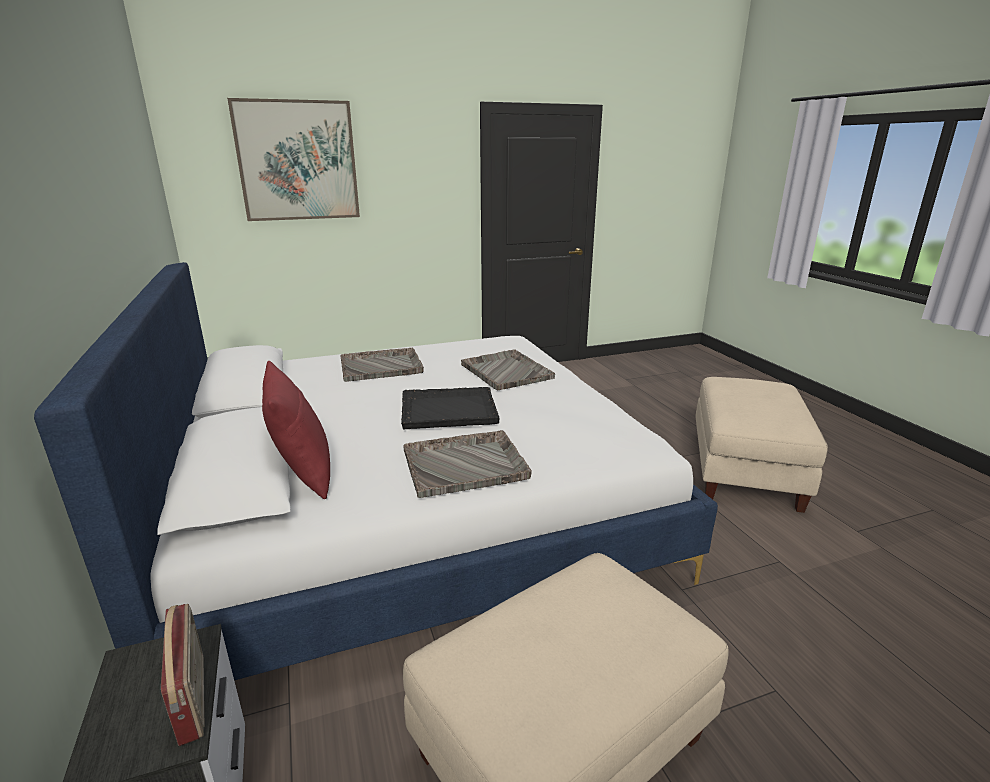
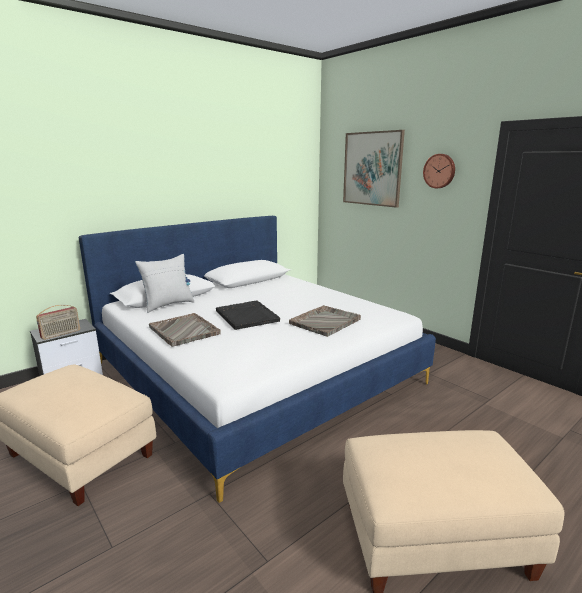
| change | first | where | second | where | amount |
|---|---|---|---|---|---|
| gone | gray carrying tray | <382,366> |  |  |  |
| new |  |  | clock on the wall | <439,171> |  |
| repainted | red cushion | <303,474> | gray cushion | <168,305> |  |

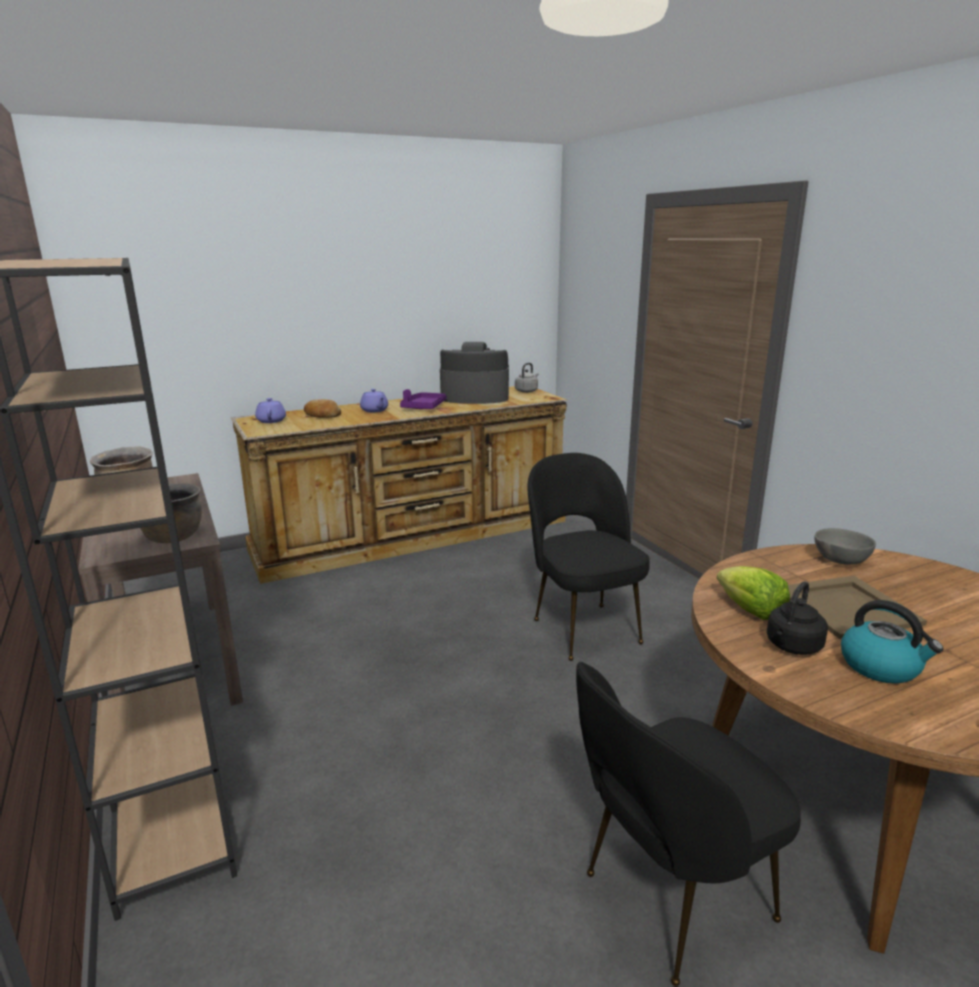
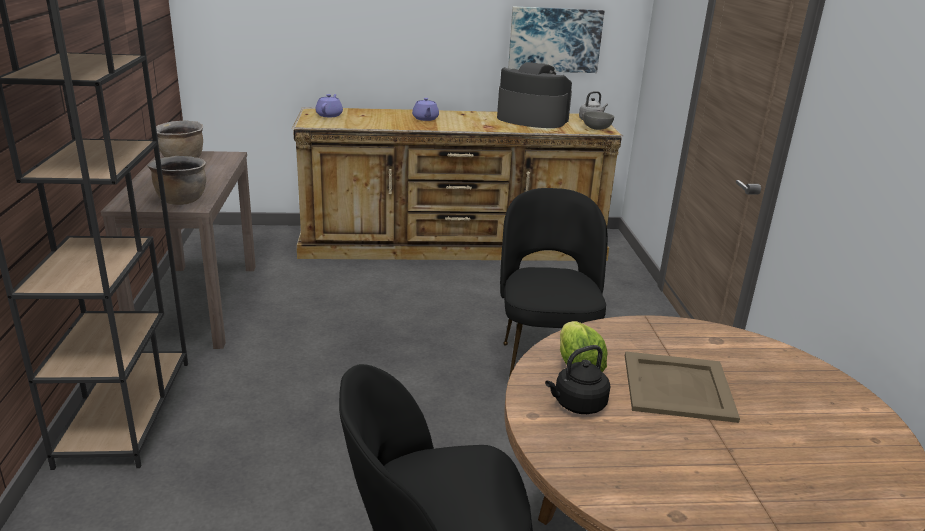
| change | first | where | second | where | amount |
|---|---|---|---|---|---|
| gone | baked bread | <322,415> |  |  |  |
| gone | purple carrying tray | <423,407> |  |  |  |
| gone | tea kettle | <881,666> |  |  |  |
| new |  |  | picture | <554,39> |  |
| shifted | gray deep dish | <838,561> |  | <595,129> |  |

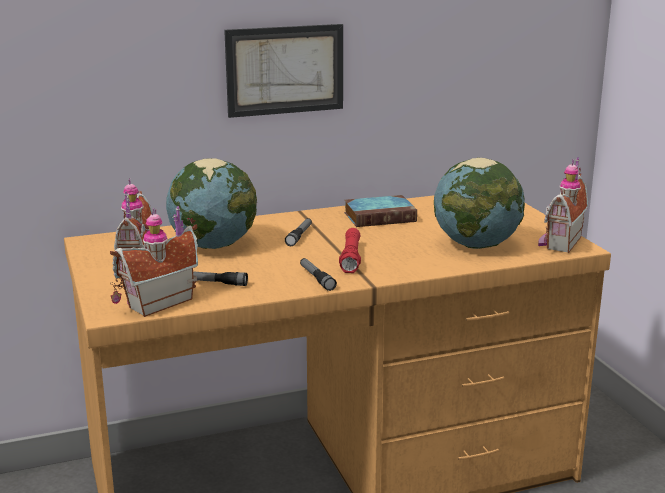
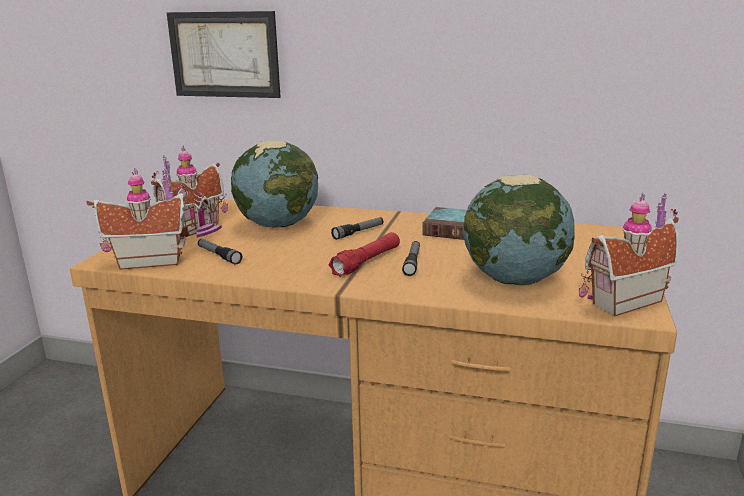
| change | first | where | second | where | amount |
|---|---|---|---|---|---|
| shifted | picture | <285,70> |  | <224,55> |  |
| shifted | hand torch | <316,278> |  | <412,262> |  |

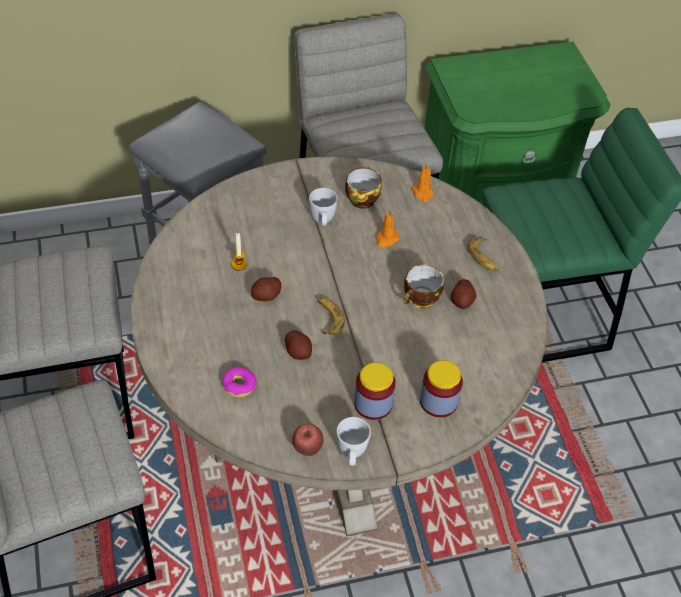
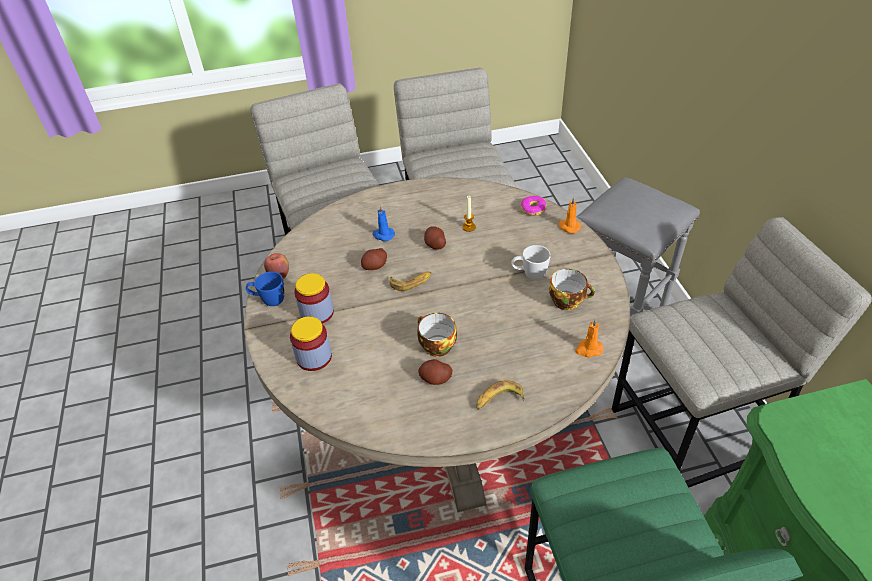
| change | first | where | second | where | amount |
|---|---|---|---|---|---|
| new |  |  | blue-coloured candle | <383,235> |  |
| shifted | ring doughnut | <239,385> |  | <533,209> |  |
| shifted | orange-coloured candle | <386,239> |  | <568,227> |  |
| repainted | white mug | <351,455> | blue-coloured mug | <269,301> |  |

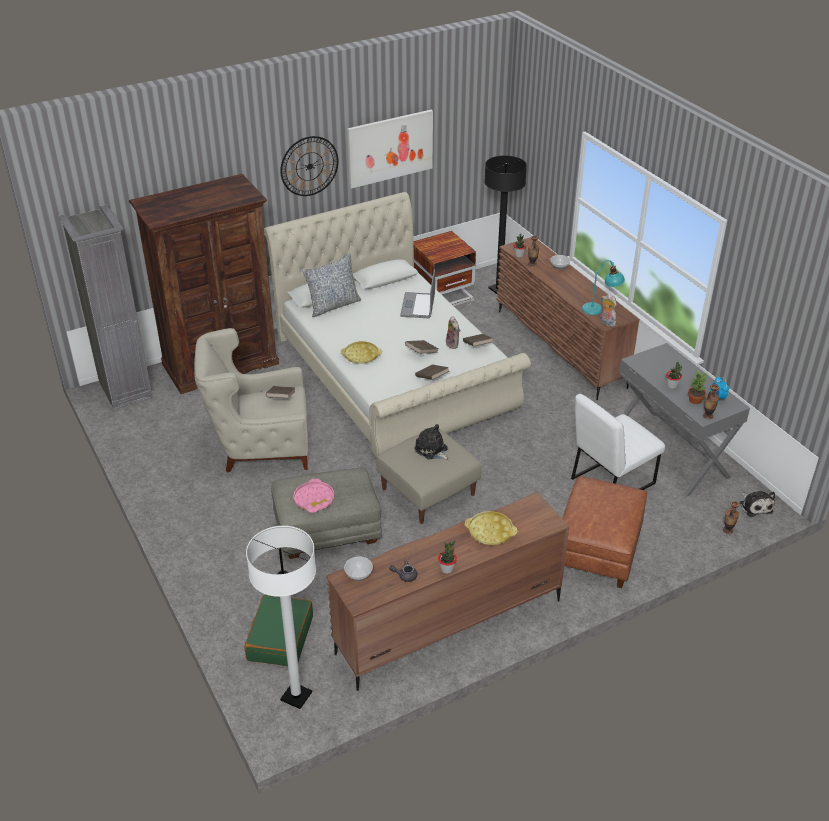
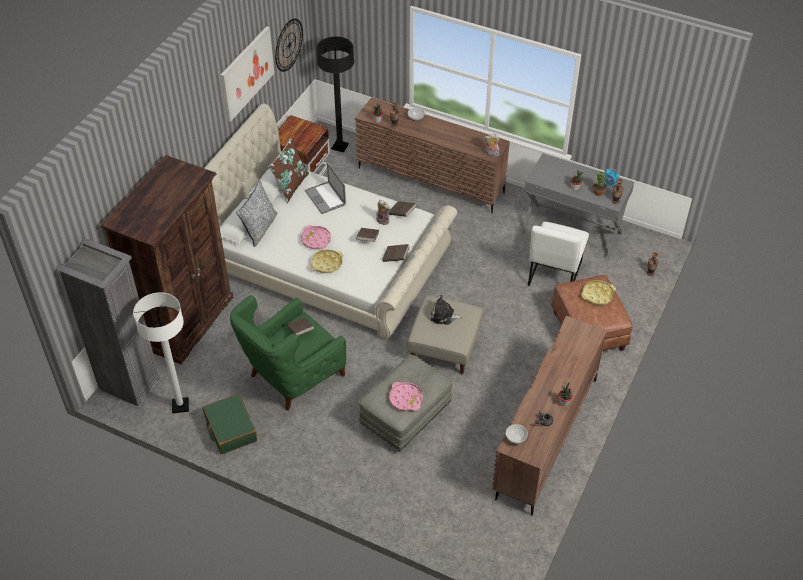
| change | first | where | second | where | amount |
|---|---|---|---|---|---|
| gone | blue-green table lamp | <600,307> |  |  |  |
| gone | plush toy | <755,506> |  |  |  |
| new |  |  | brown-coloured cushion | <290,186> |  |
| new |  |  | pinkish carrying tray | <316,239> |  |
| shifted | greenish travel case | <280,638> |  | <230,429> |  |
| shifted | white standing lamp | <296,696> |  | <180,406> |  |
| shifted | clock on the wall | <309,166> |  | <289,45> |  |
| shifted | yellowish carrying tray | <490,531> |  | <597,295> |  |
| repainted | sand-coloured easy chair | <260,448> | greenish easy chair | <292,377> |  |

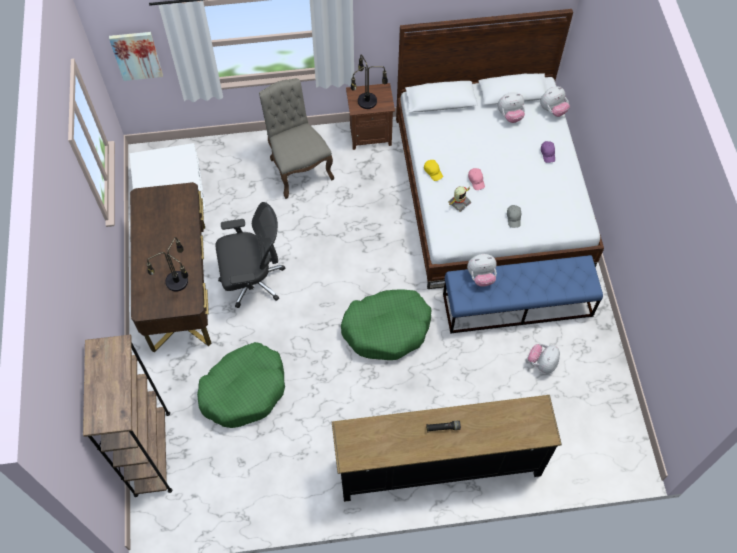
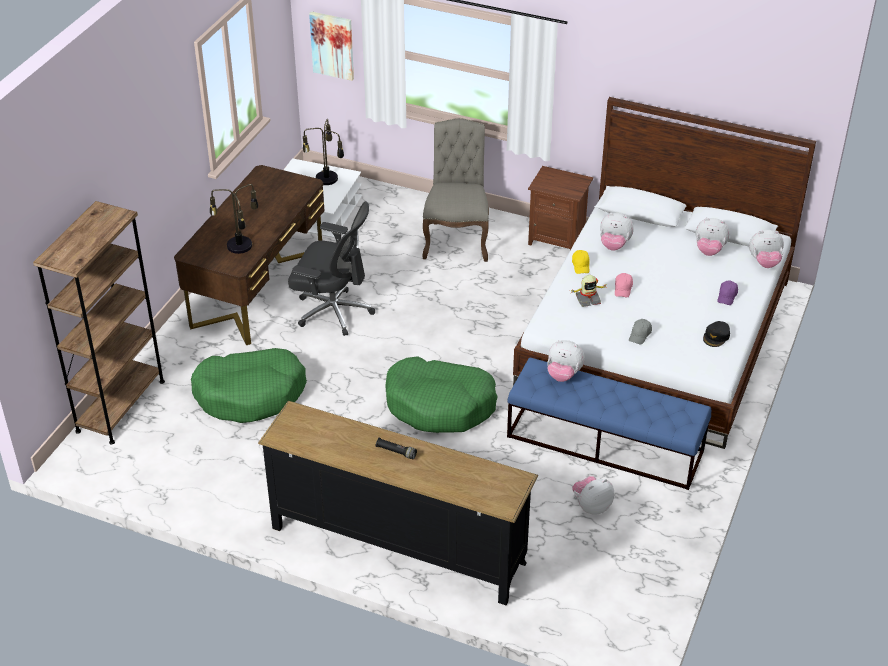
| change | first | where | second | where | amount |
|---|---|---|---|---|---|
| new |  |  | plush toy | <614,245> |  |
| new |  |  | black-coloured peaked cap | <716,336> |  |
| shifted | table lamp | <367,101> |  | <327,178> |  |

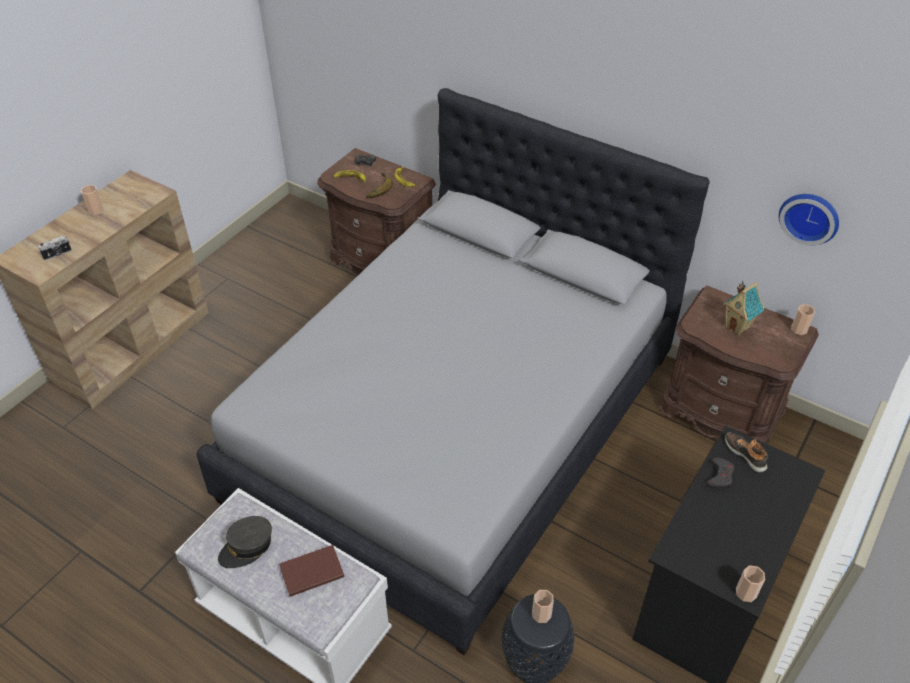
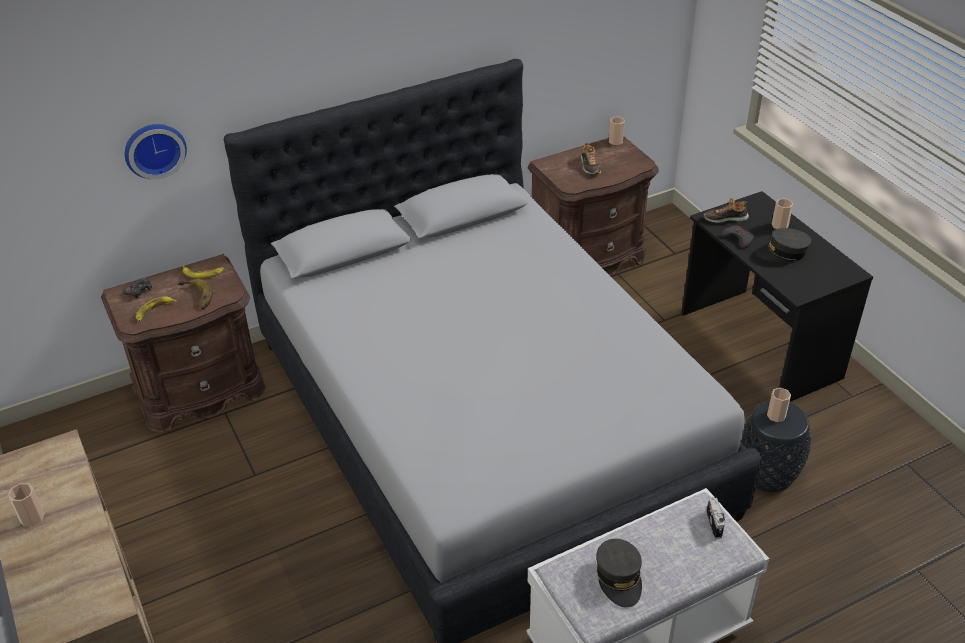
| change | first | where | second | where | amount |
|---|---|---|---|---|---|
| gone | brown-coloured book | <310,571> |  |  |  |
| new |  |  | gray peaked cap | <783,253> |  |
| shifted | still camera | <57,254> |  | <715,524> |  |
| shifted | small cup | <746,592> |  | <779,225> |  |
| shifted | clock on the wall | <810,216> |  | <154,149> |  |
| swapped | toy house | <738,326> | item of footwear | <589,166> |  |

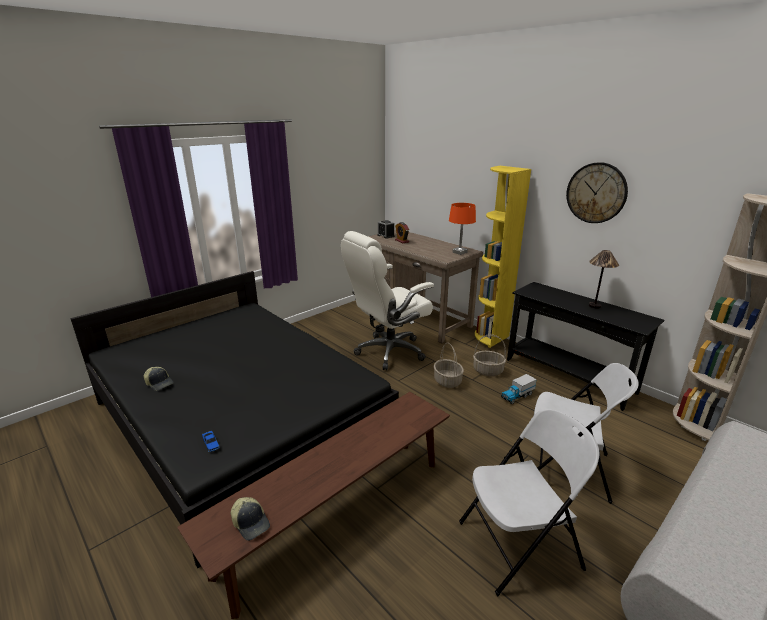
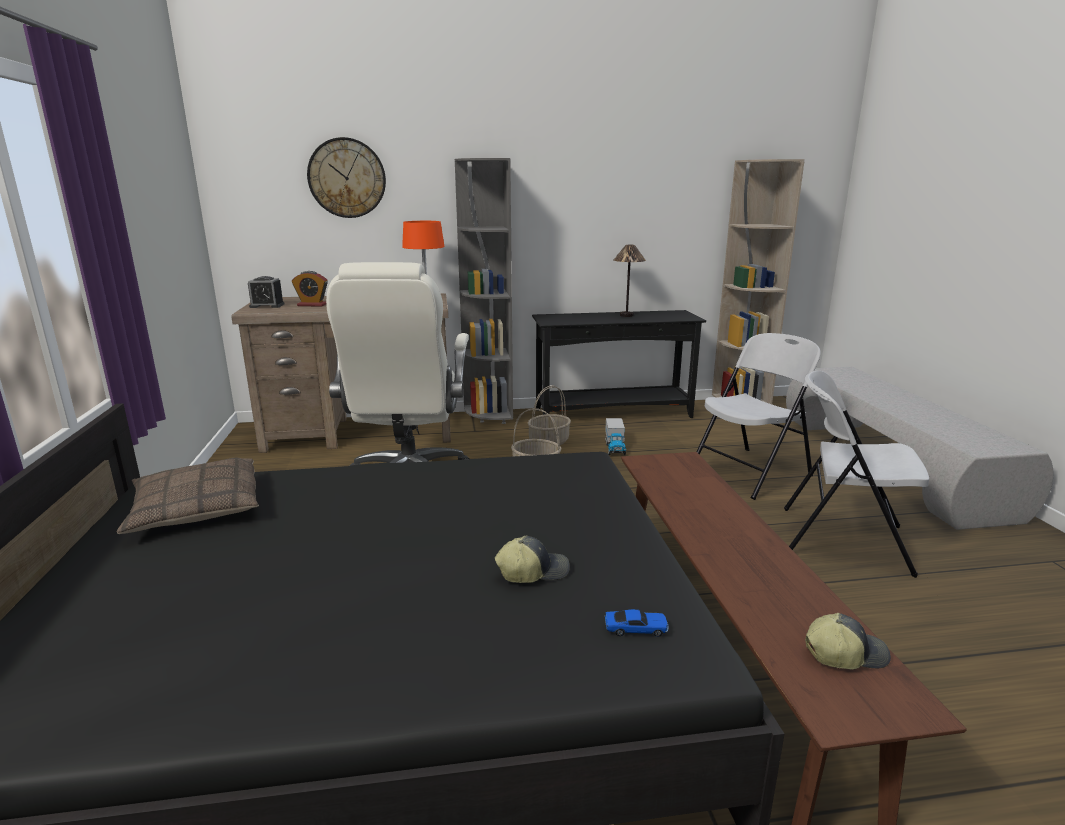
| change | first | where | second | where | amount |
|---|---|---|---|---|---|
| new |  |  | cushion | <196,508> |  |
| shifted | peaked cap | <159,383> |  | <532,571> |  |
| shifted | clock on the wall | <596,193> |  | <347,178> |  |
| repainted | yellowish shelving unit | <488,340> | gray shelving unit | <489,418> |  |
| rotated | white chair | <519,545> |  | <844,539> | 90 degrees counterclockwise |

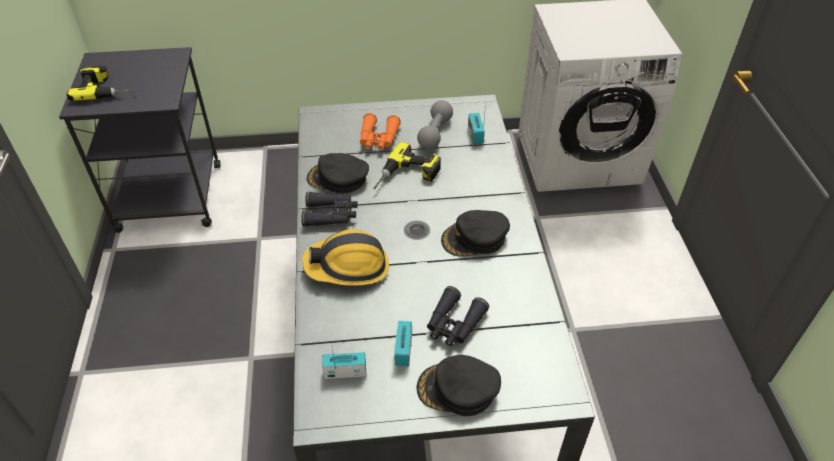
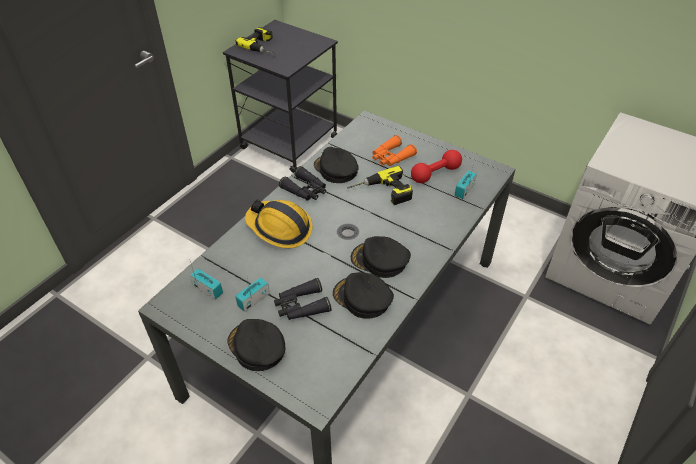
| change | first | where | second | where | amount |
|---|---|---|---|---|---|
| new |  |  | black-coloured peaked cap | <362,298> |  |
| repainted | gray hand weight | <435,133> | red hand weight | <435,174> |  |

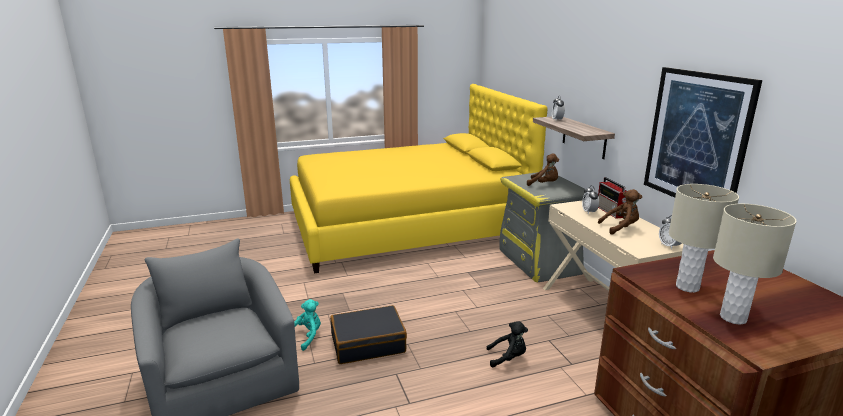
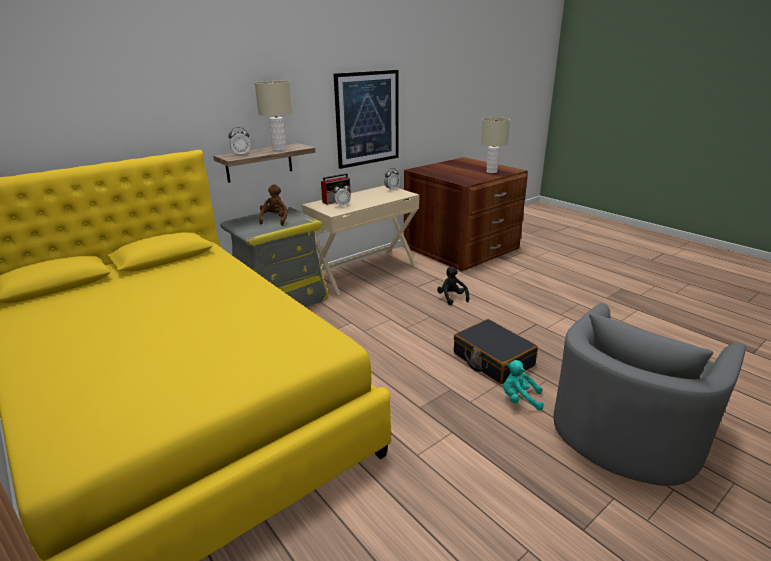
| change | first | where | second | where | amount |
|---|---|---|---|---|---|
| gone | brown-coloured plush toy | <620,228> |  |  |  |
| shifted | sand-coloured table lamp | <687,287> |  | <279,149> |  |

